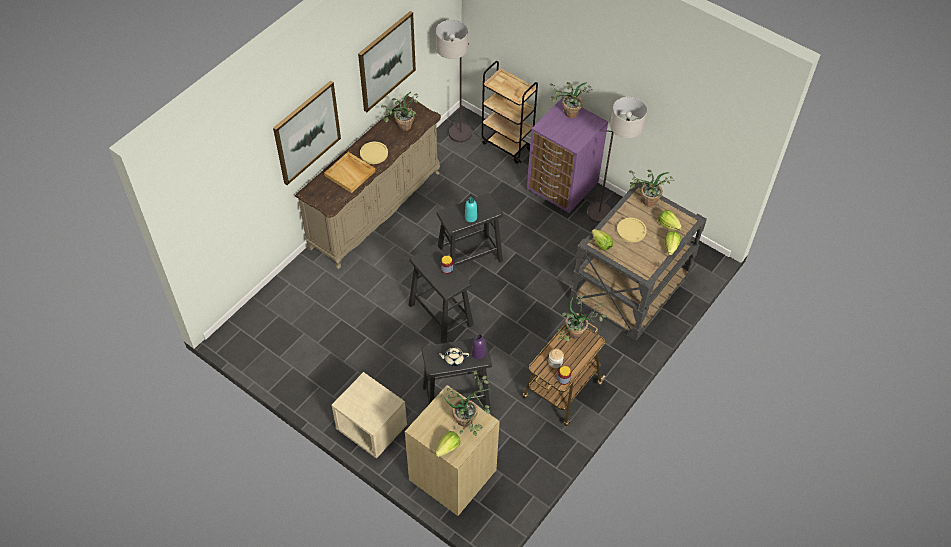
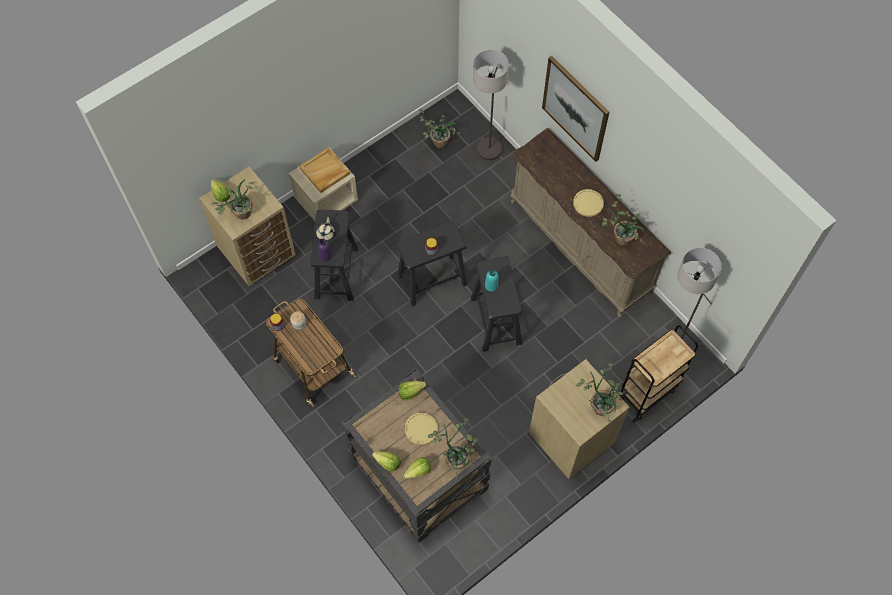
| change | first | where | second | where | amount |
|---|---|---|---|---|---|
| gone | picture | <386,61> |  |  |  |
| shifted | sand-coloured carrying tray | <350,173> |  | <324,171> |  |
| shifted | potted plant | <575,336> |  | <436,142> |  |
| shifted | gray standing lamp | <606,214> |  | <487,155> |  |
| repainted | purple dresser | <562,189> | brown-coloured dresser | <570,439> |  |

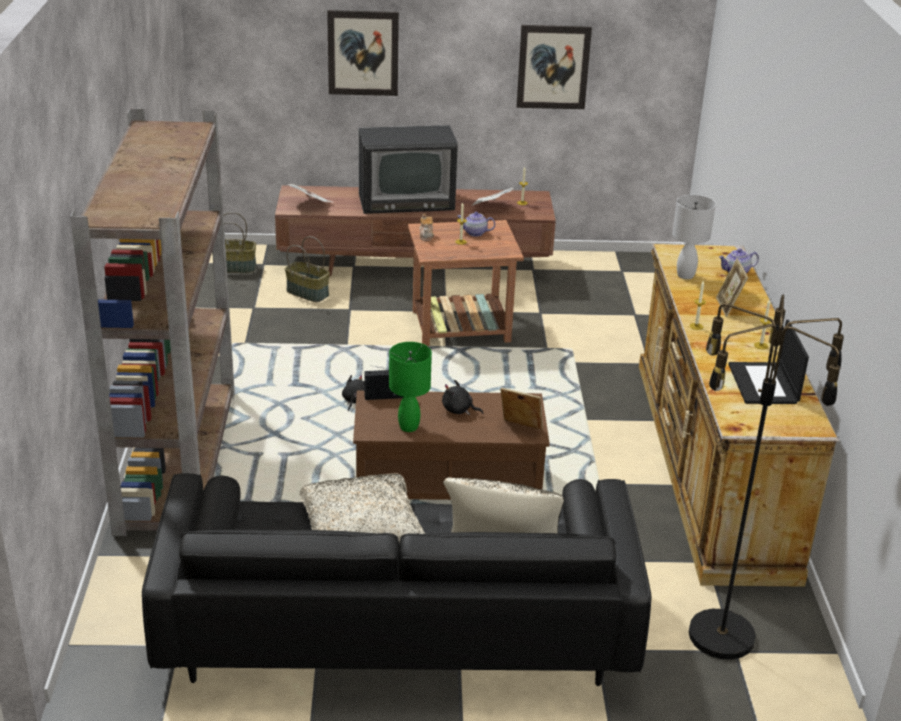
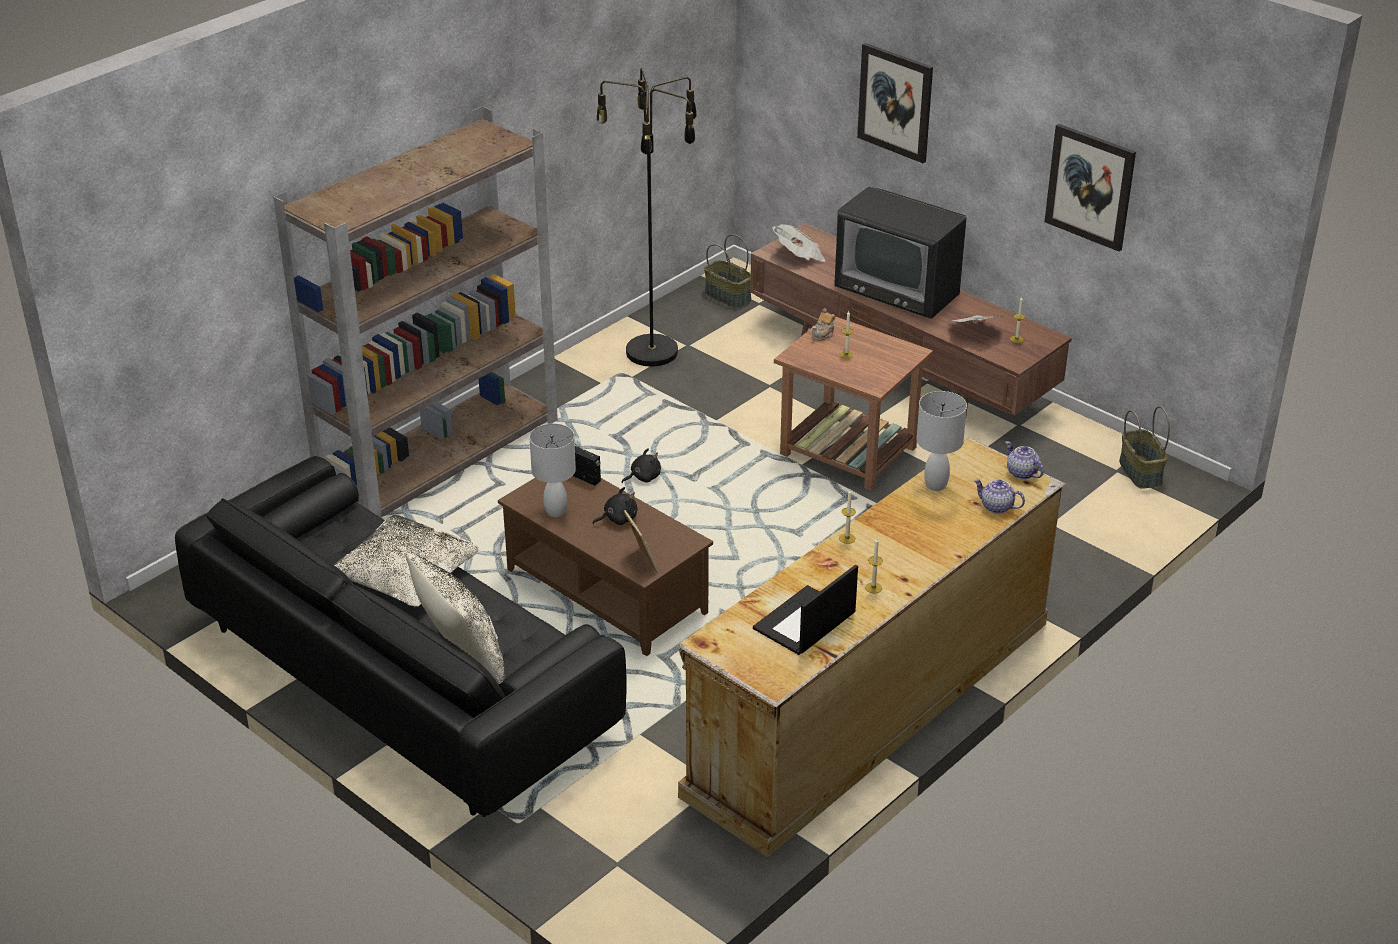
| change | first | where | second | where | amount |
|---|---|---|---|---|---|
| gone | standing frame | <728,307> |  |  |  |
| shifted | storage basket | <308,293> |  | <1141,472> |  |
| shifted | tea pot | <475,233> |  | <1021,473> |  |
| shifted | standing lamp | <722,635> |  | <653,352> |  |
| repainted | greenish table lamp | <408,427> | white table lamp | <555,512> |  |
| rotated | black-coloured plush toy | <459,410> |  | <618,519> | 90 degrees clockwise |

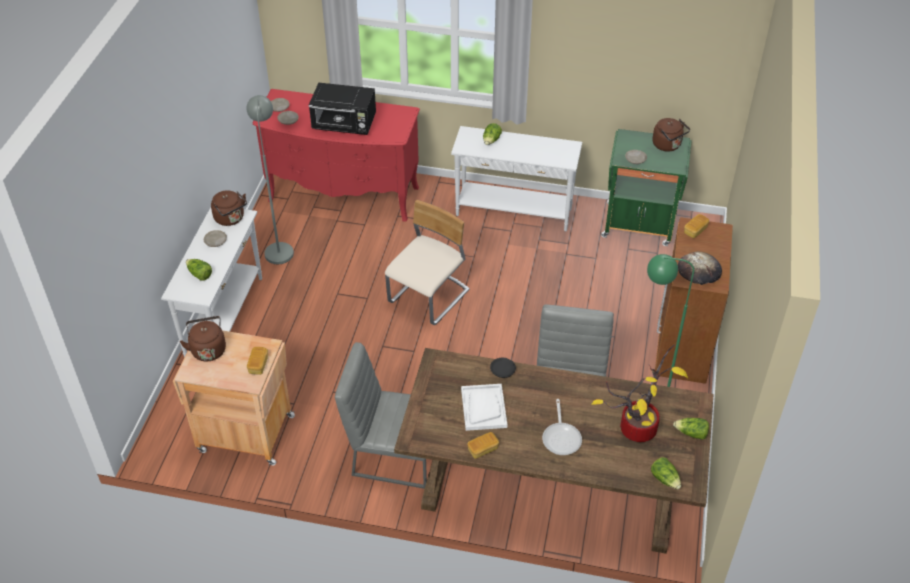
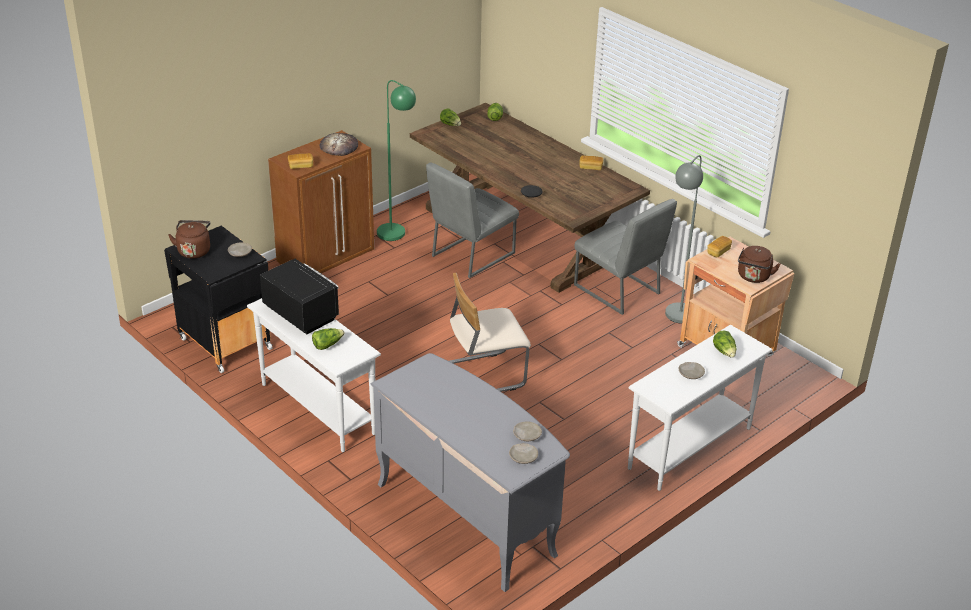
| change | first | where | second | where | amount |
|---|---|---|---|---|---|
| gone | brown-coloured tea kettle | <231,219> |  |  |  |
| gone | white carrying tray | <483,408> |  |  |  |
| gone | pan | <561,438> |  |  |  |
| gone | potted plant | <638,425> |  |  |  |
| shifted | gray standing lamp | <279,248> |  | <676,319> |  |
| shifted | black-coloured microwave | <345,125> |  | <301,313> |  |
| repainted | red dresser | <343,196> | gray dresser | <468,516> |  |
| repainted | greenish trolley | <639,224> | black-coloured trolley | <224,342> |  |

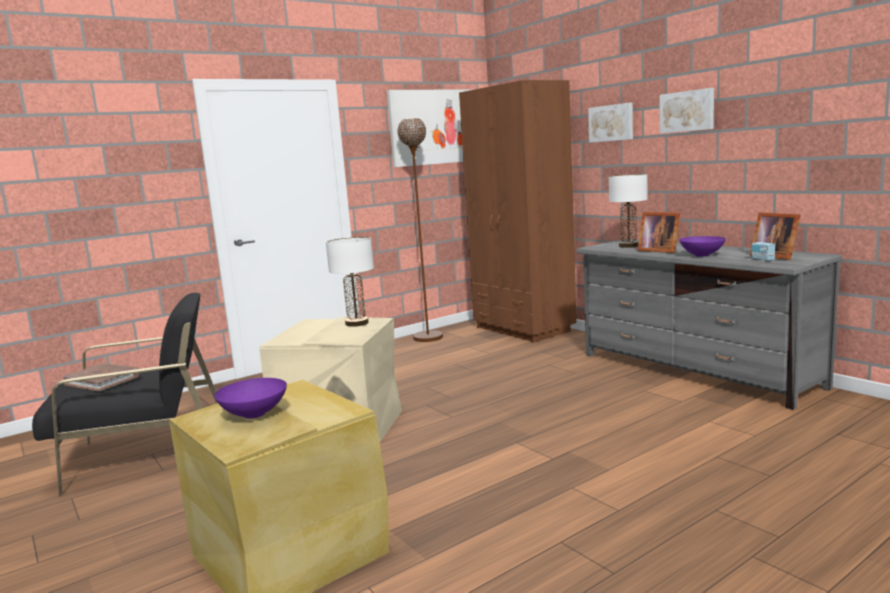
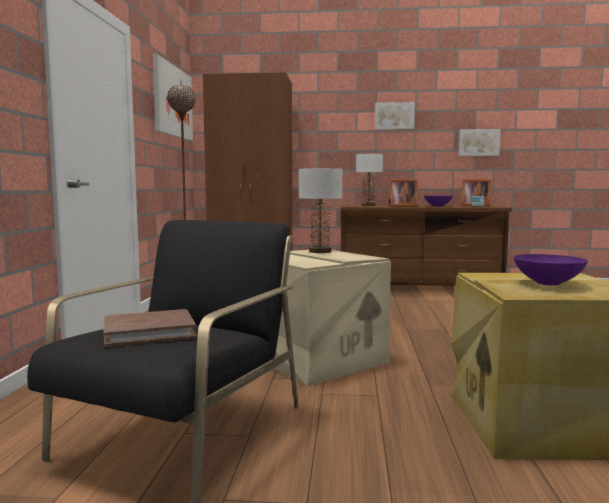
| change | first | where | second | where | amount |
|---|---|---|---|---|---|
| shifted | picture | <611,123> |  | <478,142> |  |
| repainted | gray dresser | <695,371> | brown-coloured dresser | <419,288> |  |

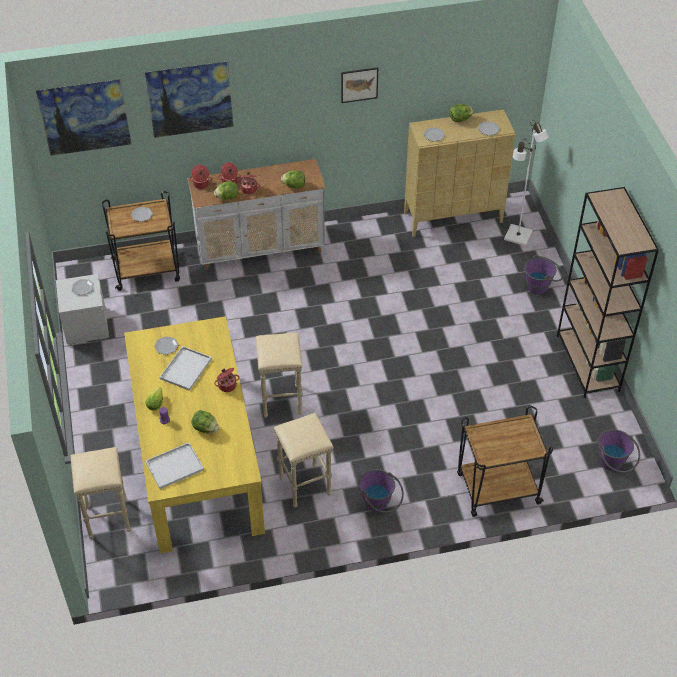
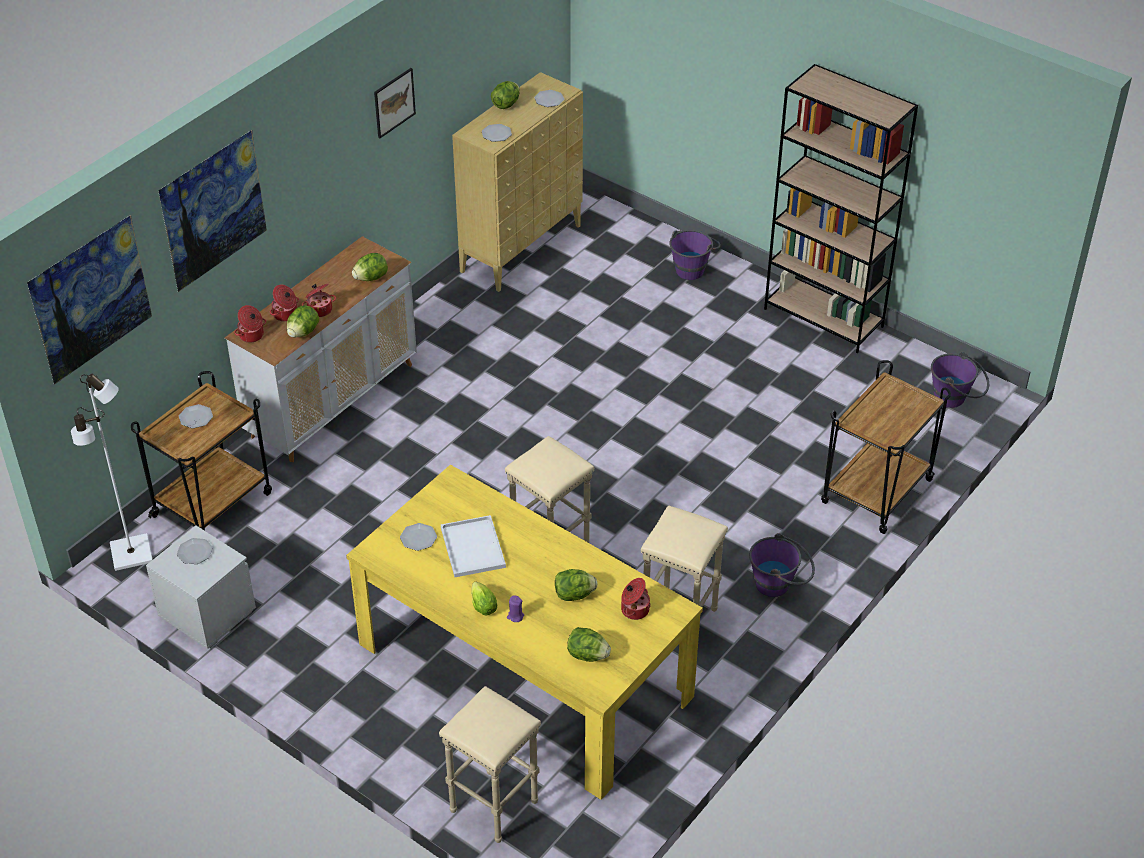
| change | first | where | second | where | amount |
|---|---|---|---|---|---|
| shifted | cooking pot | <227,385> |  | <634,609> |  |
| shifted | white standing lamp | <518,235> |  | <131,553> |  |
| swapped | white carrying tray | <175,465> | lettuce head | <587,655> |  |

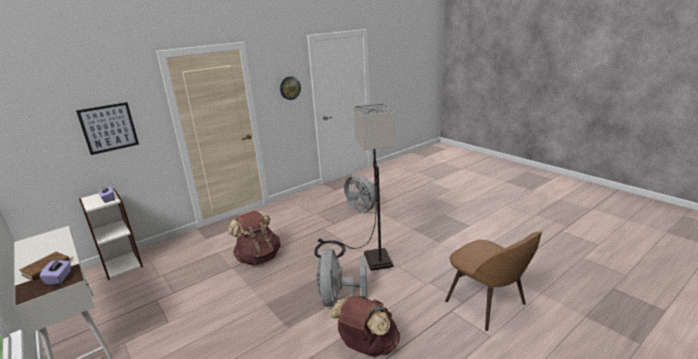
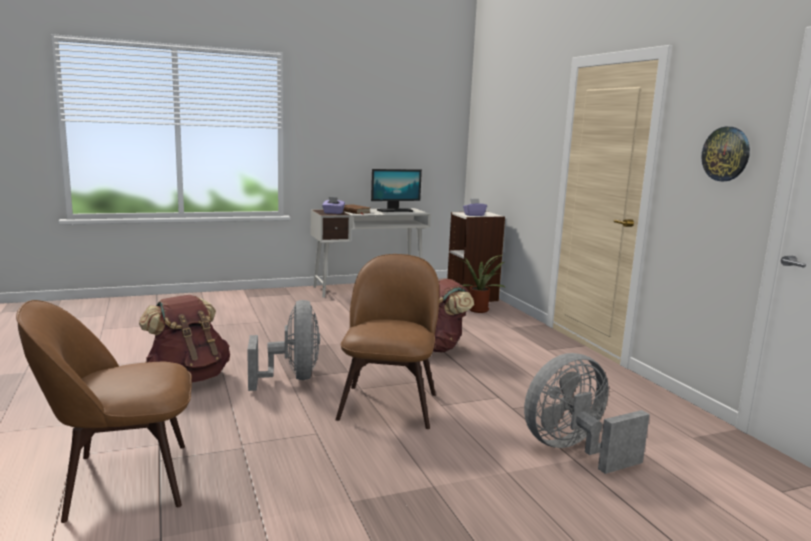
| change | first | where | second | where | amount |
|---|---|---|---|---|---|
| gone | picture | <109,128> |  |  |  |
| new |  |  | computer screen | <395,210> |  |
| new |  |  | potted plant | <479,309> |  |
| swapped | standing lamp | <351,254> | brown-coloured chair | <389,404> |  |
| rotated | gray electric fan | <338,298> |  | <292,378> | 60 degrees clockwise |

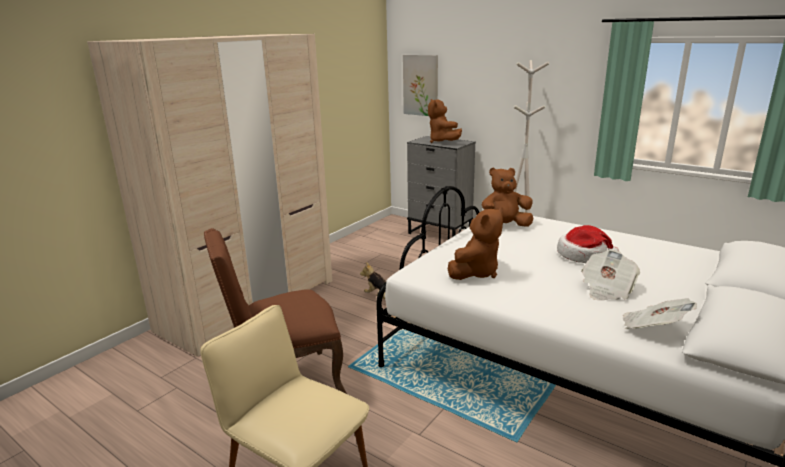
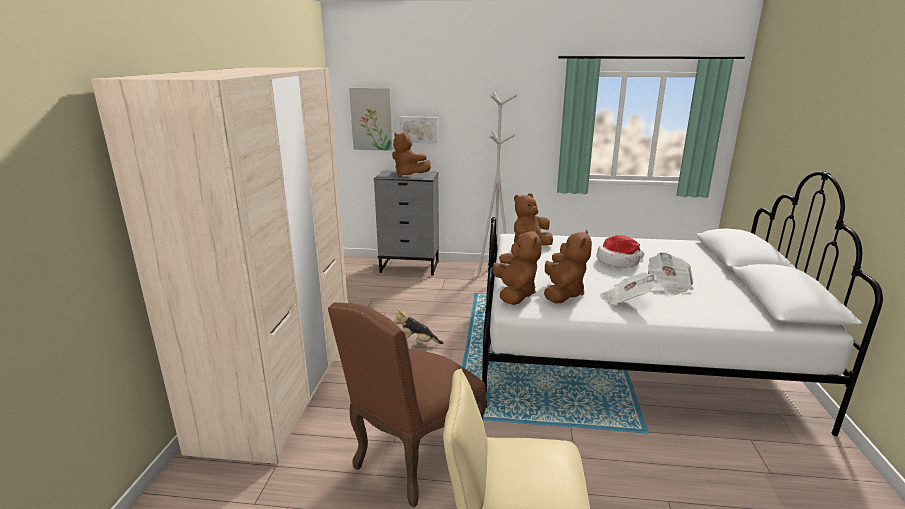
| change | first | where | second | where | amount |
|---|---|---|---|---|---|
| new |  |  | picture | <419,129> |  |
| new |  |  | brown-coloured plush toy | <515,294> |  |
| shifted | daily paper | <653,328> |  | <625,300> |  |

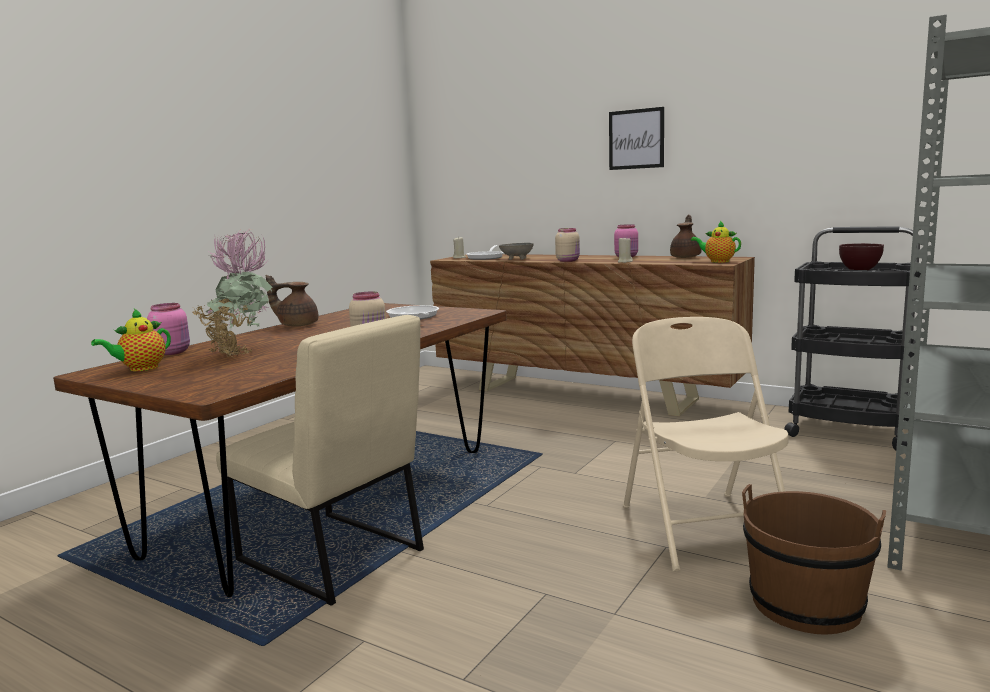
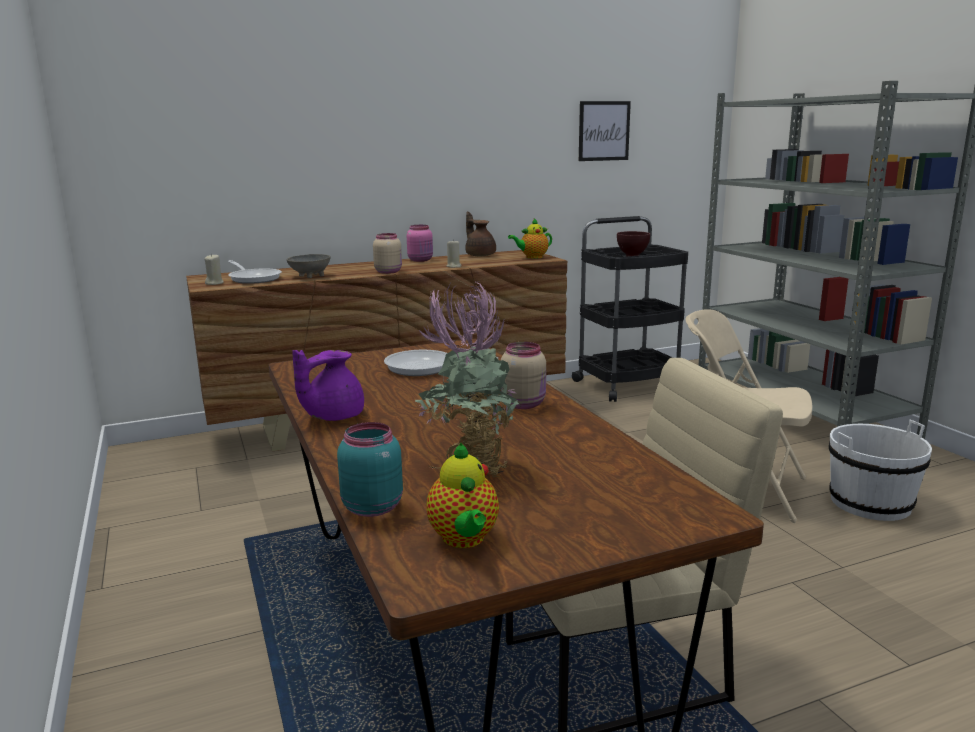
| change | first | where | second | where | amount |
|---|---|---|---|---|---|
| shifted | picture | <636,139> |  | <604,131> |  |
| repainted | pinkish jar | <173,352> | blue-green jar | <372,506> |  |
| repainted | brown-coloured tea pot | <297,325> | purple tea pot | <332,416> |  |
| repainted | brown-coloured water bucket | <805,604> | white water bucket | <870,503> |  |

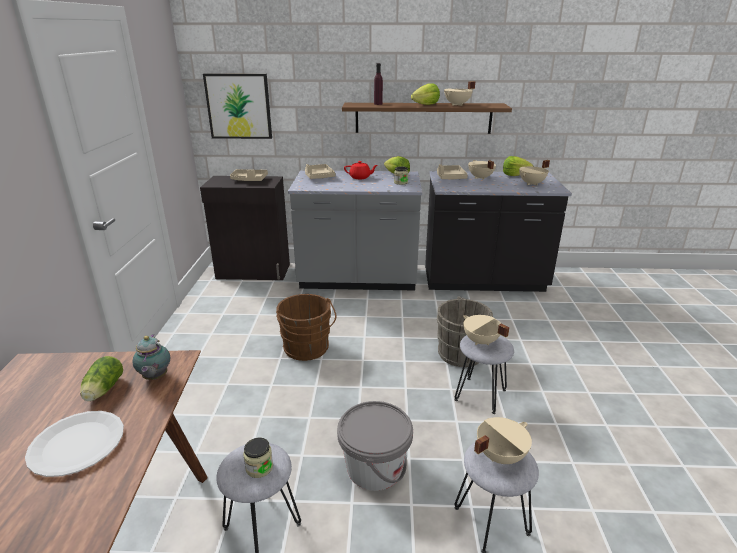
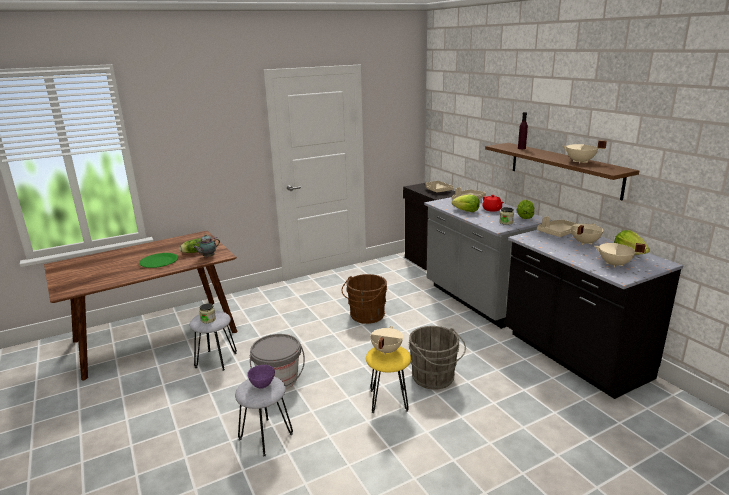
| change | first | where | second | where | amount |
|---|---|---|---|---|---|
| gone | picture | <239,106> |  |  |  |
| shifted | lettuce head | <426,105> |  | <466,211> |  |
| swapped | sand-coloured cooking pot | <499,455> | purple deep dish | <262,385> |  |
| repainted | white flat dish | <77,444> | greenish flat dish | <159,261> |  |
| repainted | gray stool seat | <480,394> | yellowish stool seat | <389,400> |  |

